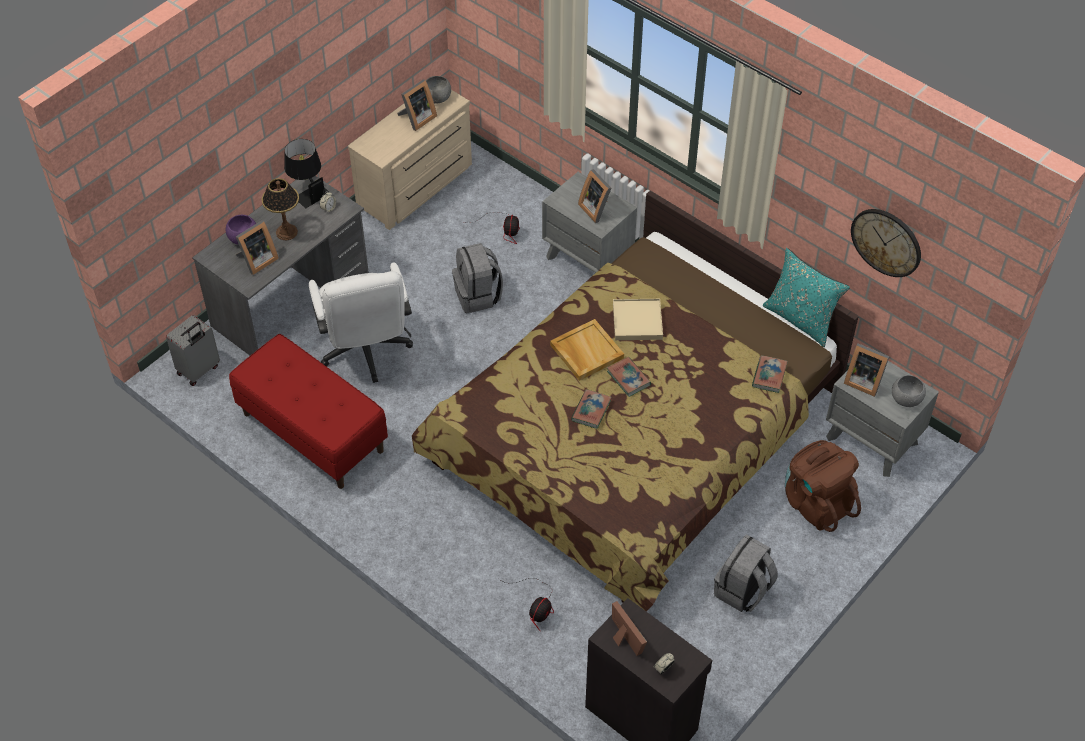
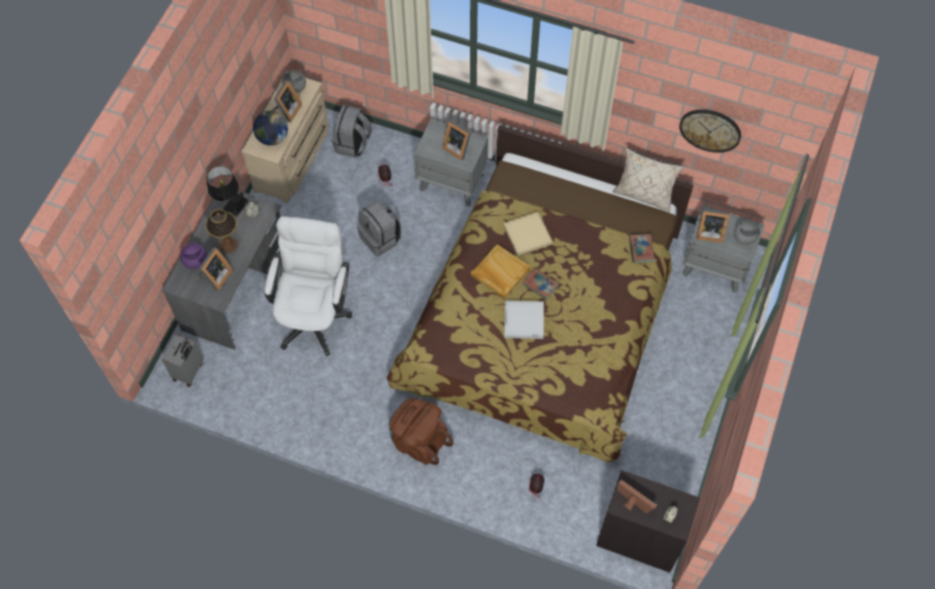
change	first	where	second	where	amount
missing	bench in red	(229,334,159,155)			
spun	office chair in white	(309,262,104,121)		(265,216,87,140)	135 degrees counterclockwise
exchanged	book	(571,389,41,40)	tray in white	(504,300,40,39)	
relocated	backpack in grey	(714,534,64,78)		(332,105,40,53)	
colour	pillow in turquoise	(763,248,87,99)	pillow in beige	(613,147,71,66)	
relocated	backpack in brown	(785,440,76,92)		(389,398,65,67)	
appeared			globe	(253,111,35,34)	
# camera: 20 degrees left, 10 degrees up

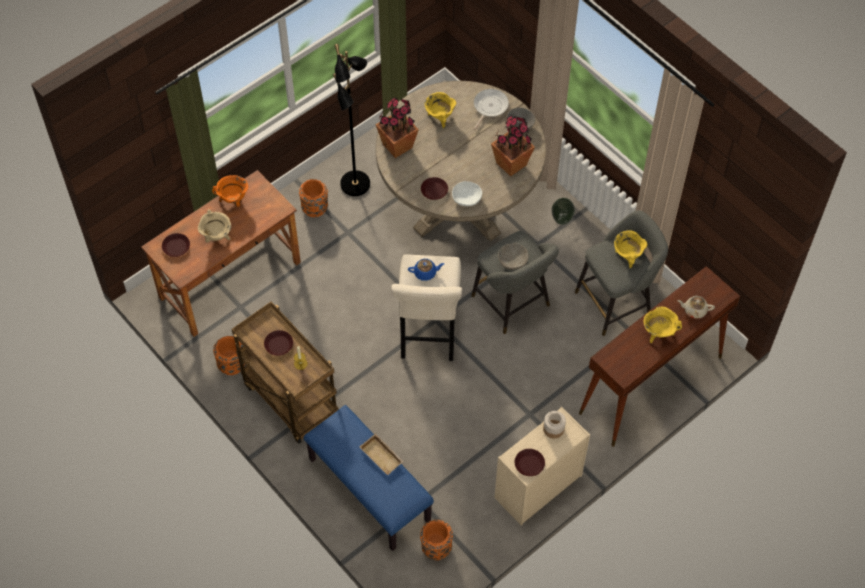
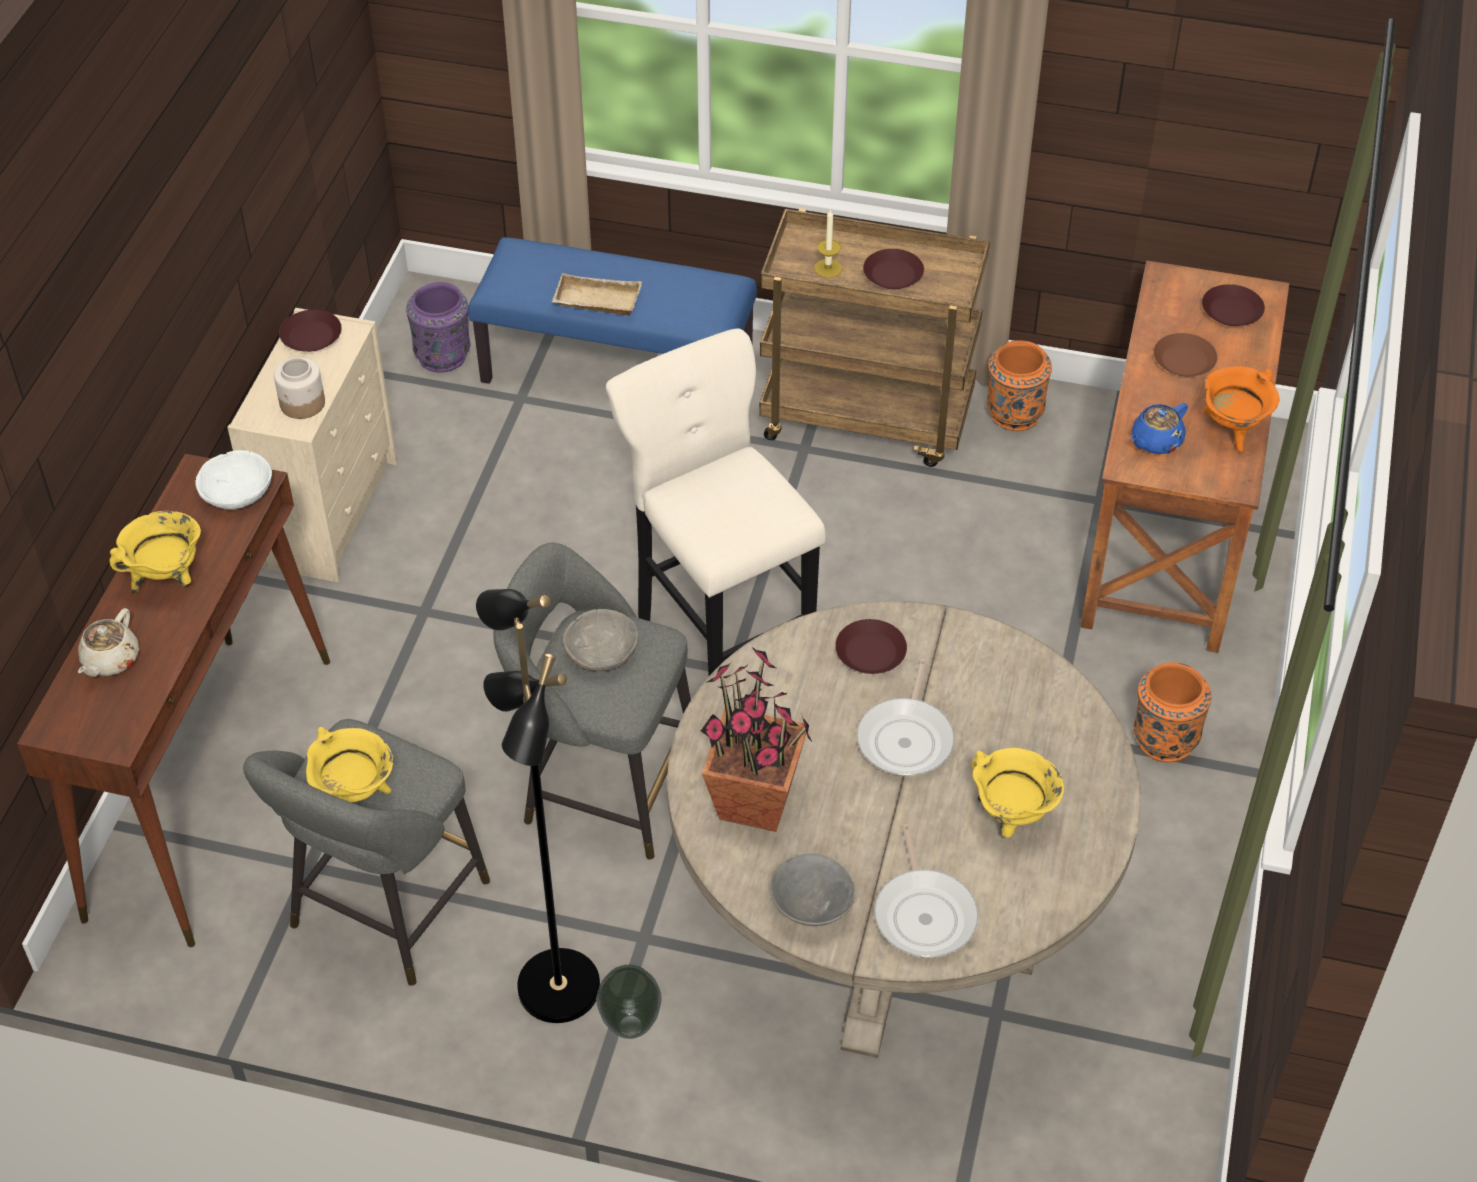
change	first	where	second	where	amount
exchanged	cooking pot in beige	(198,209,33,33)	plate in brown	(1154,333,64,43)	
relocated	floor lamp in black	(333,44,37,152)		(476,589,124,434)	
missing	potted plant	(375,97,44,61)			
relocated	teapot in blue	(408,259,37,22)		(1131,403,57,51)	
colour	vase in orange	(420,520,33,40)	vase in purple	(406,282,65,90)	
relocated	bowl in white	(452,181,30,25)		(195,450,77,60)	
spun	teapot in beige	(677,296,38,23)		(78,608,61,69)	135 degrees clockwise
appeared			frying pan	(857,660,97,116)	
# camera: 145 degrees right, 10 degrees down

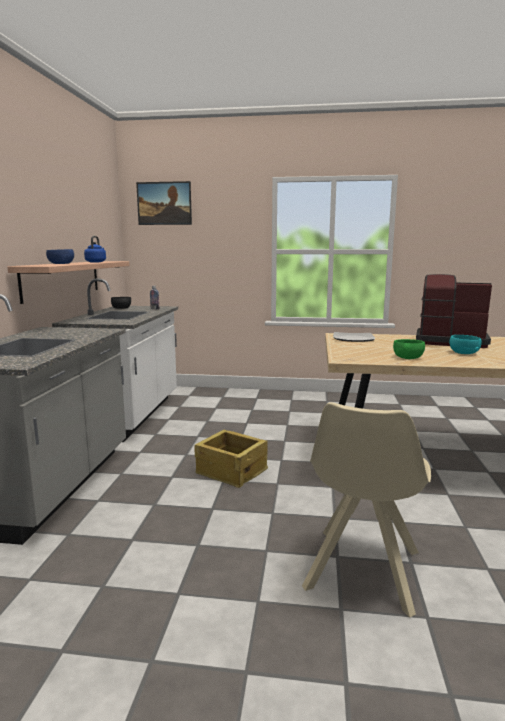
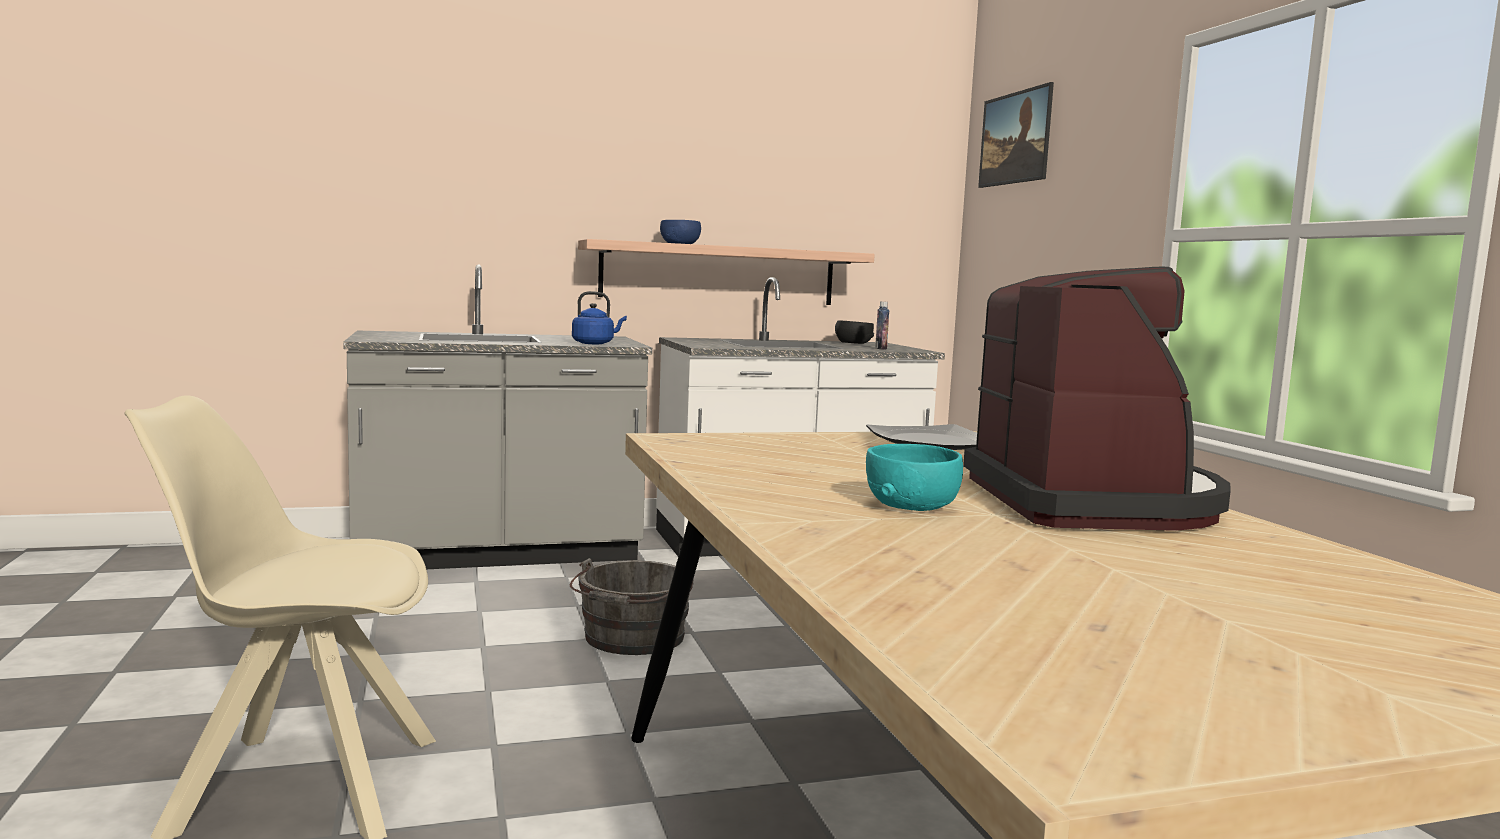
change	first	where	second	where	amount
relocated	kettle in blue	(84,236,22,26)		(572,291,55,53)	
exchanged	crate	(194,430,74,58)	bucket in grey	(570,558,124,97)	
missing	bowl in green	(393,339,32,20)			
# camera: 65 degrees right, 5 degrees down

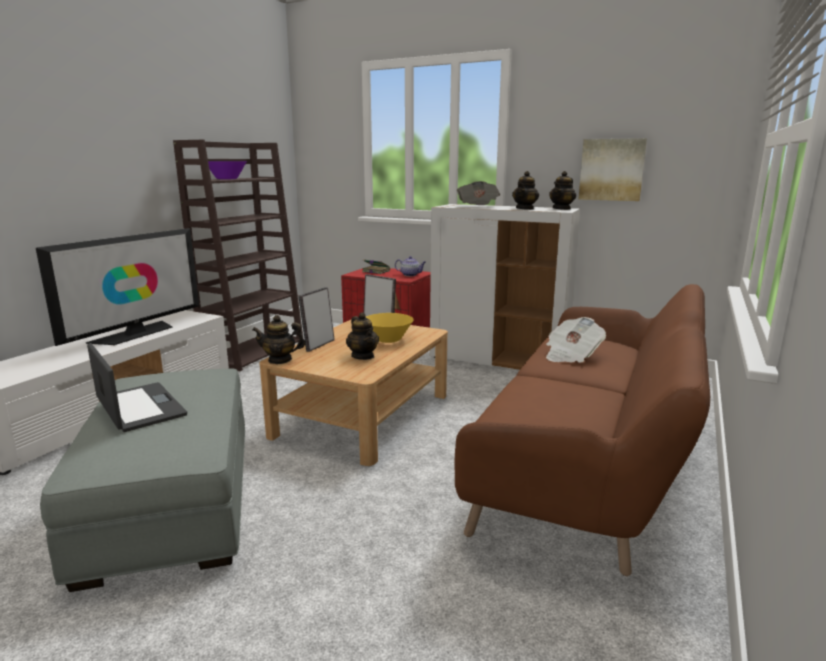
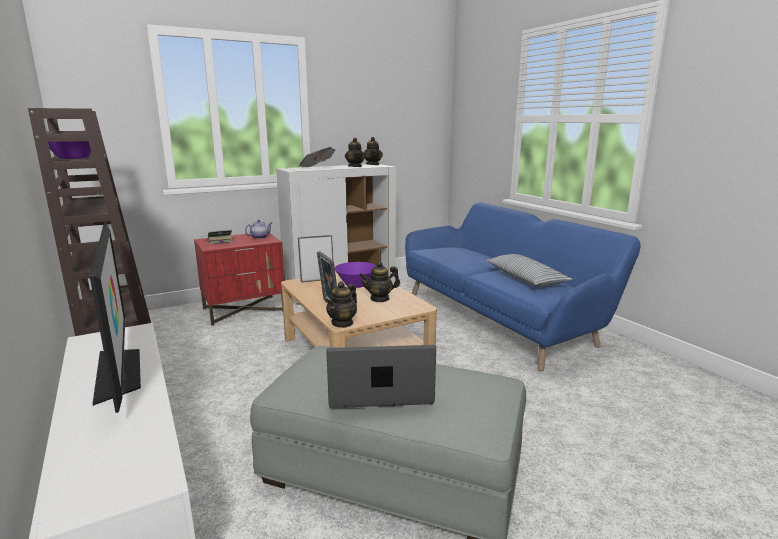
change	first	where	second	where	amount
spun	teapot	(346,312,33,48)		(359,262,41,40)	150 degrees clockwise
colour	bowl in yellow	(365,313,49,30)	bowl in purple	(335,262,41,26)	
colour	sofa in brown	(455,284,255,292)	sofa in blue	(405,202,236,169)	
missing	newspaper	(546,317,60,46)			
missing	picture	(579,138,68,63)			
appeared			pillow	(486,254,86,33)	
# camera: 55 degrees left, 0 degrees up

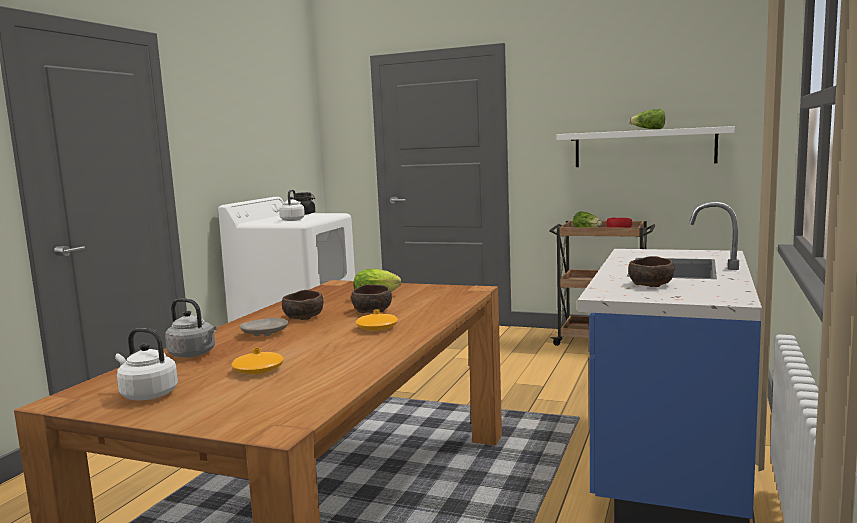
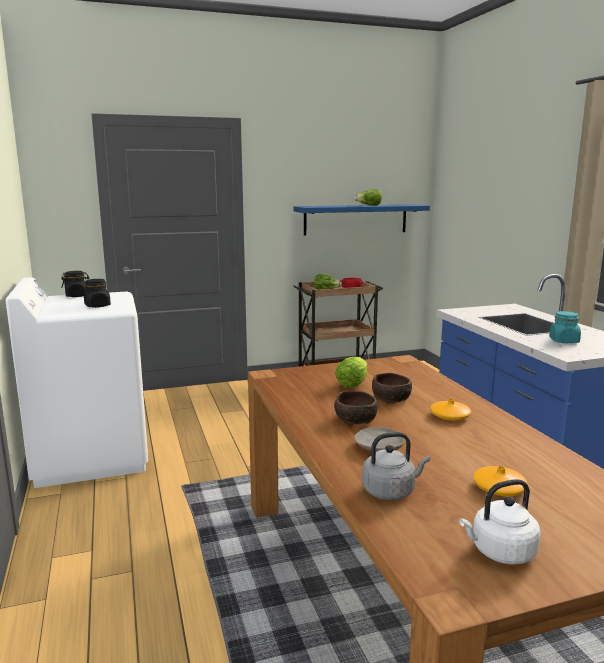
change	first	where	second	where	amount
exchanged	kettle in white	(279,190,26,31)	jar in black	(84,279,27,29)	
colour	shelf in white	(556,126,179,41)	shelf in blue	(294,204,136,31)	
exchanged	bowl in brown	(628,256,47,31)	jar in turquoise	(549,311,32,32)	
# camera: 40 degrees left, 5 degrees up

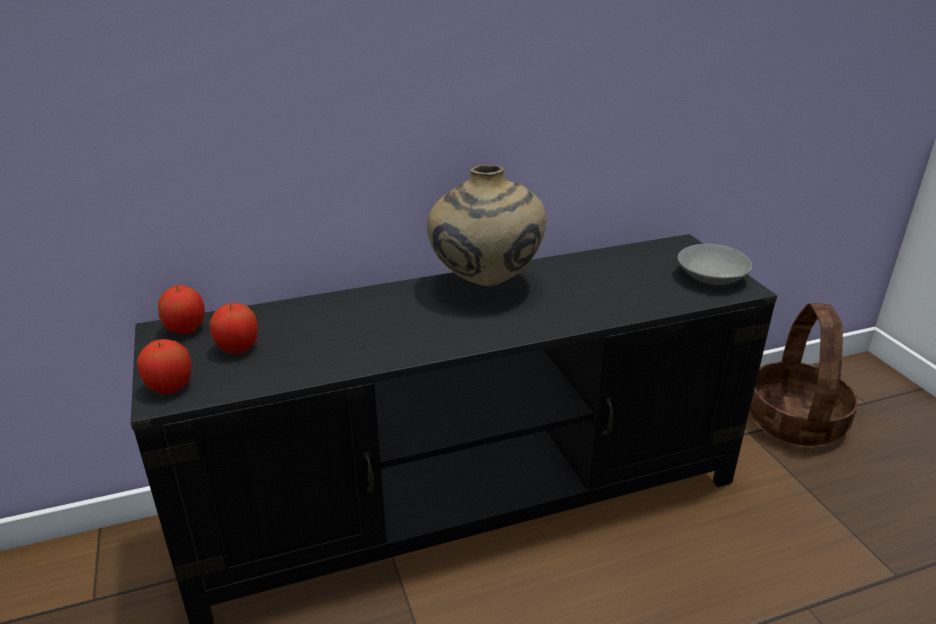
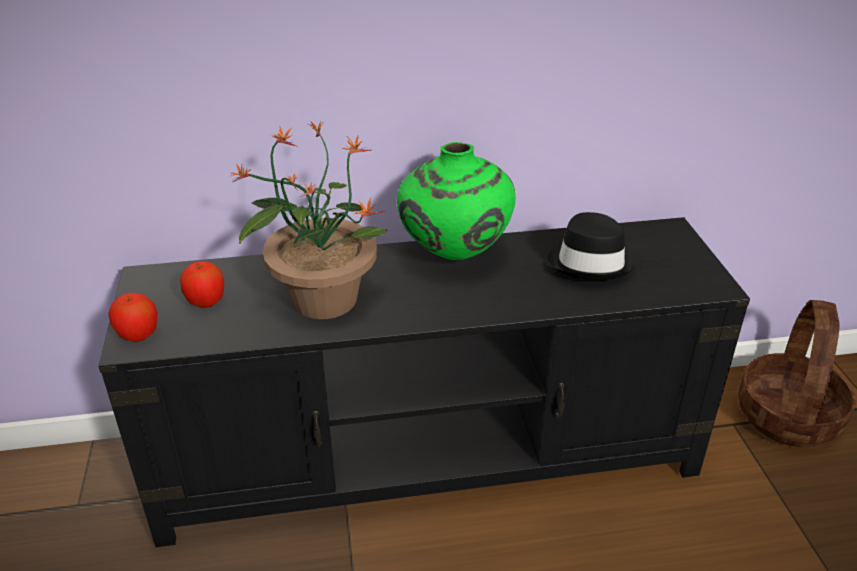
change	first	where	second	where	amount
missing	apple	(158,285,47,49)			
colour	vase in beige	(427,165,120,122)	vase in green	(397,142,118,118)	
missing	bowl in grey	(677,244,75,41)			
appeared			potted plant	(231,122,156,197)	
appeared			hat in black	(547,212,87,68)	
# camera: 10 degrees right, 5 degrees up

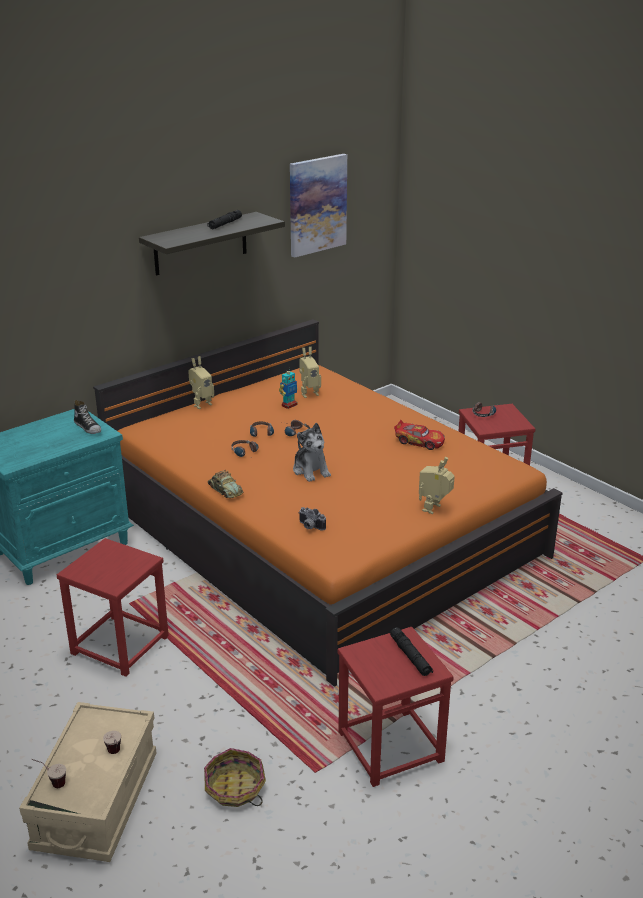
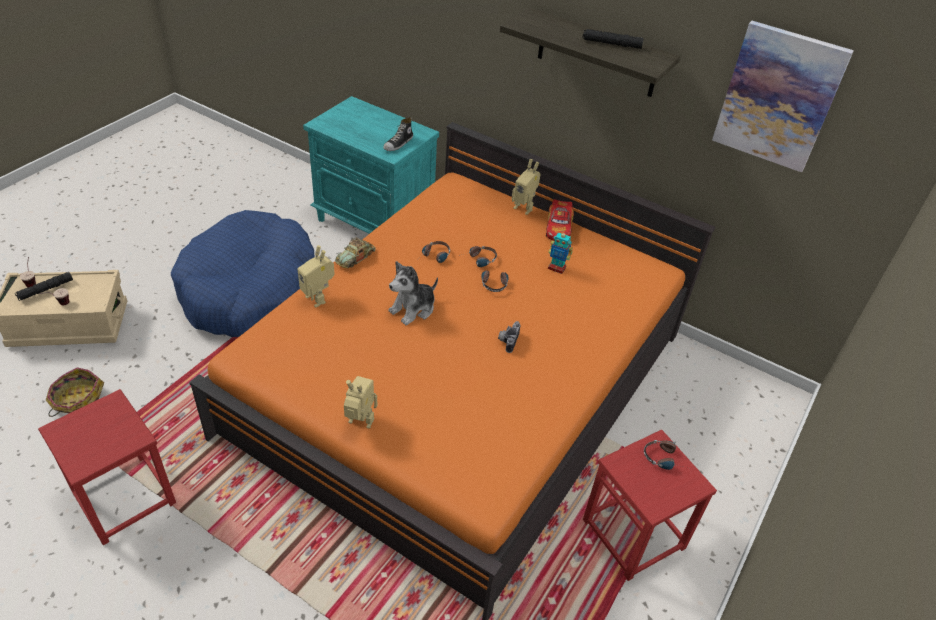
change	first	where	second	where	amount
exchanged	stool in red	(57,538,112,139)	dog bed in blue	(171,210,143,127)	
relocated	toy robot	(299,347,22,51)		(298,245,37,62)	
relocated	photo camera	(299,507,27,24)		(498,321,23,32)	
relocated	flashlight in black	(390,627,43,49)		(15,272,58,29)	
relocated	toy car	(394,420,51,30)		(546,199,28,42)	
# camera: 70 degrees right, 15 degrees up

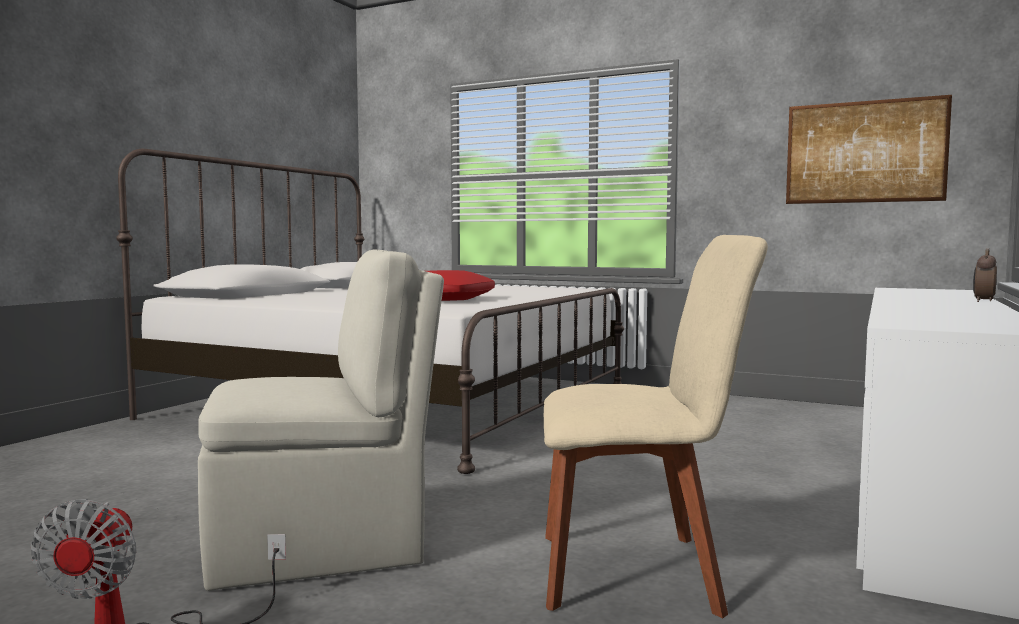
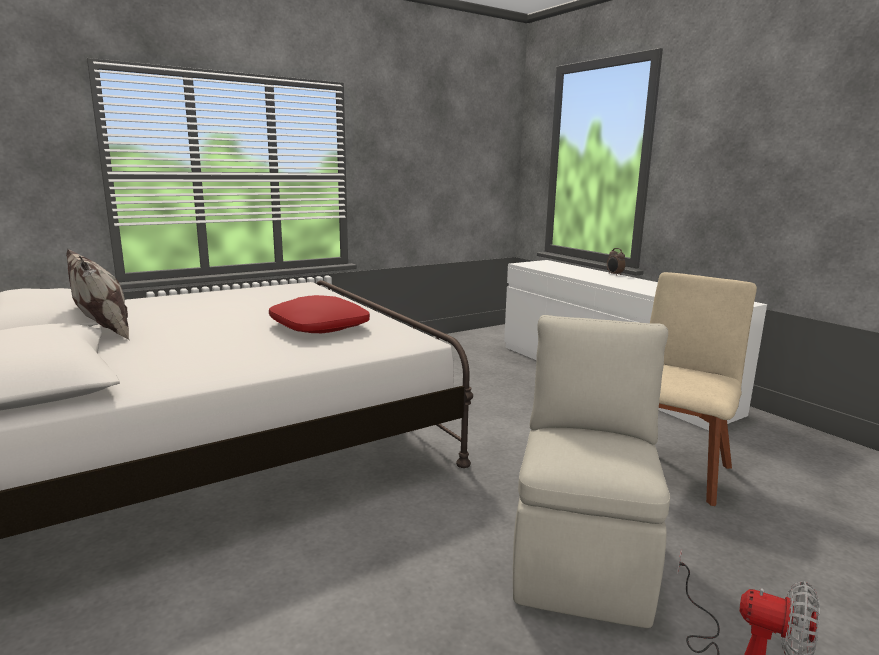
change	first	where	second	where	amount
missing	picture	(786,95,166,109)			
appeared			pillow	(66,249,63,91)	
# camera: 60 degrees left, 10 degrees up

